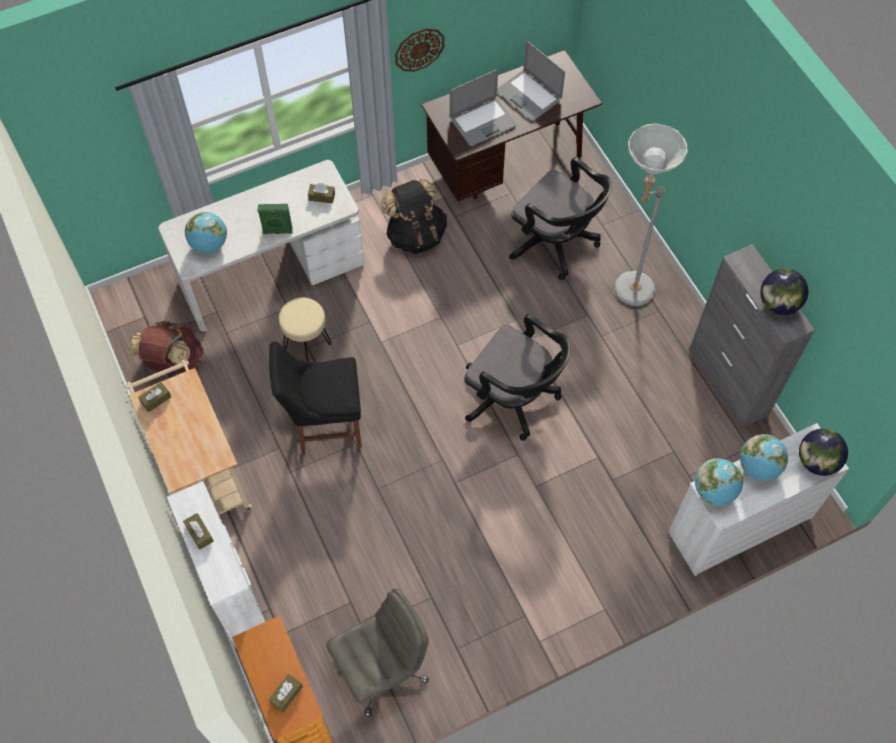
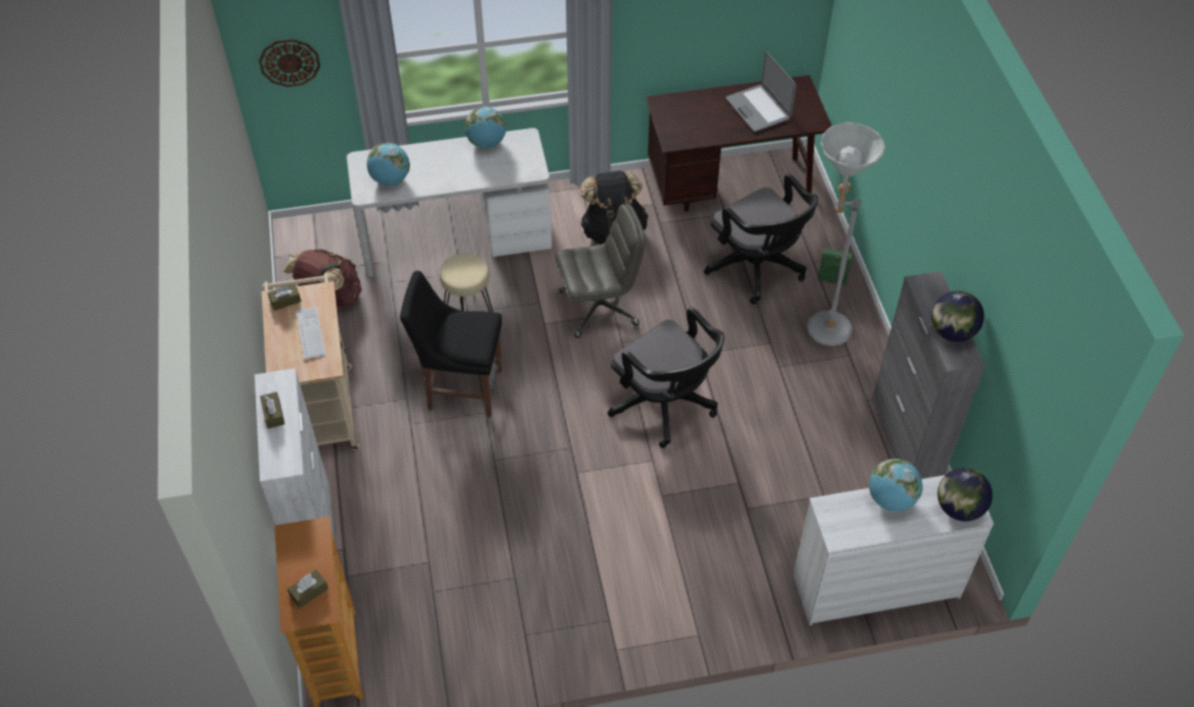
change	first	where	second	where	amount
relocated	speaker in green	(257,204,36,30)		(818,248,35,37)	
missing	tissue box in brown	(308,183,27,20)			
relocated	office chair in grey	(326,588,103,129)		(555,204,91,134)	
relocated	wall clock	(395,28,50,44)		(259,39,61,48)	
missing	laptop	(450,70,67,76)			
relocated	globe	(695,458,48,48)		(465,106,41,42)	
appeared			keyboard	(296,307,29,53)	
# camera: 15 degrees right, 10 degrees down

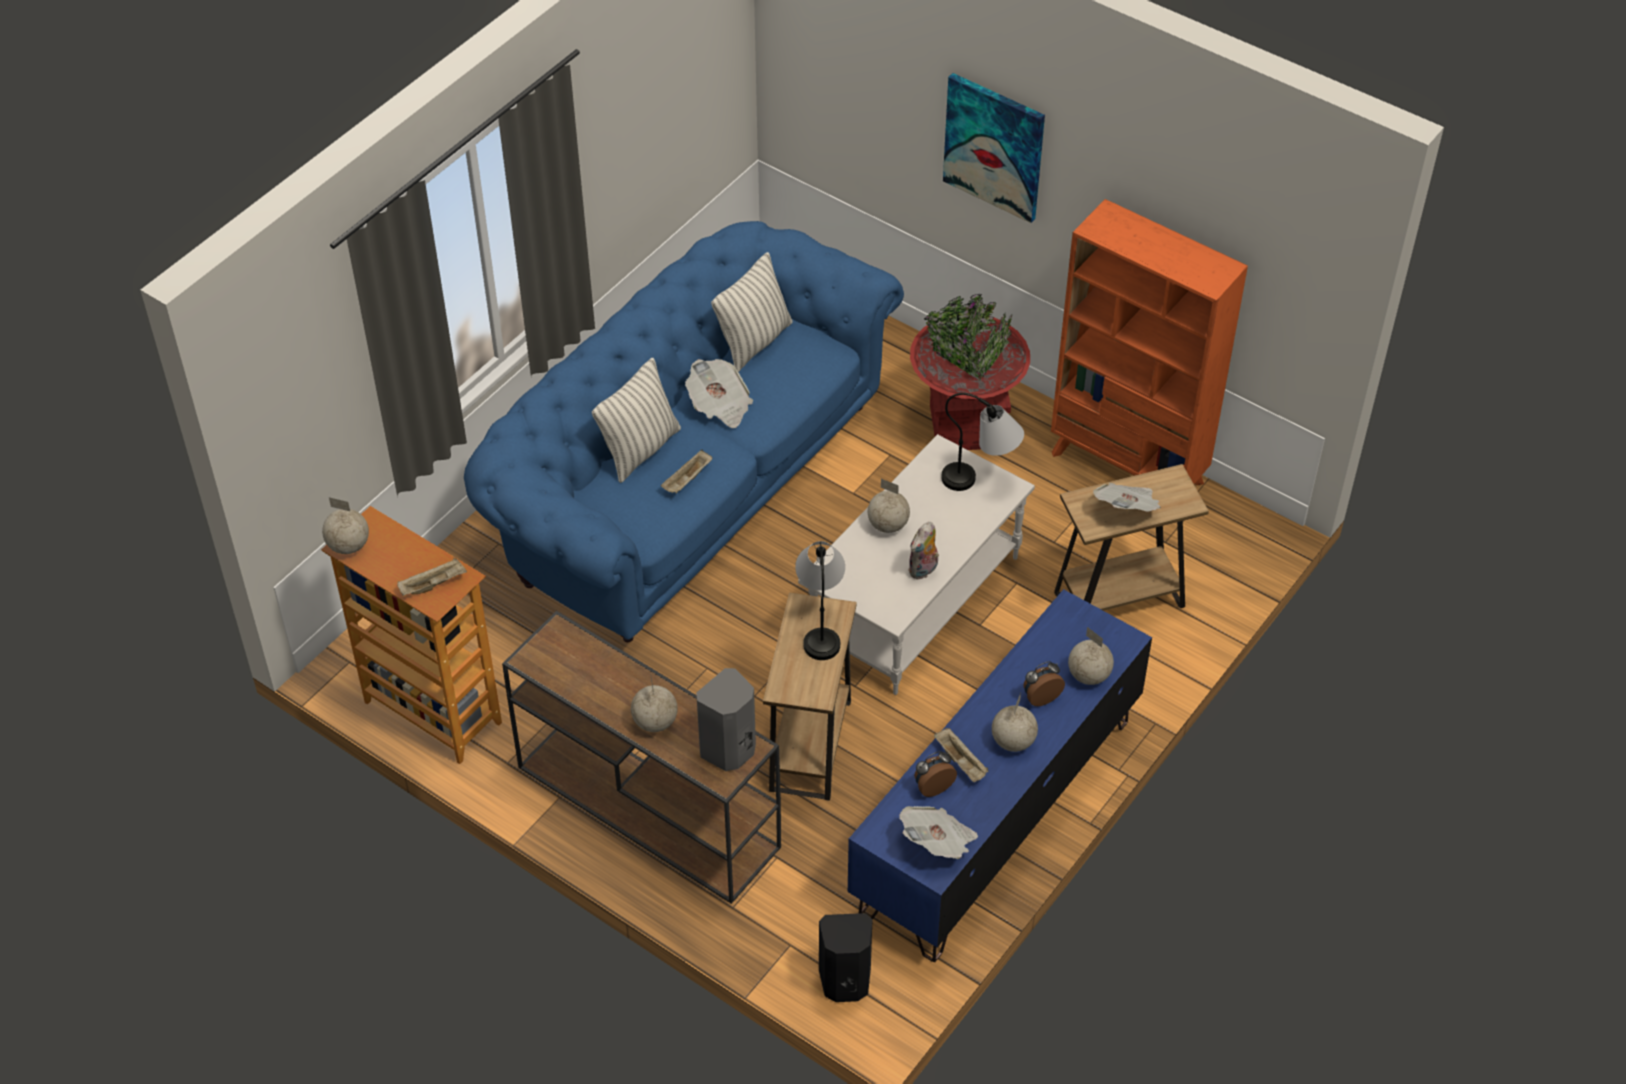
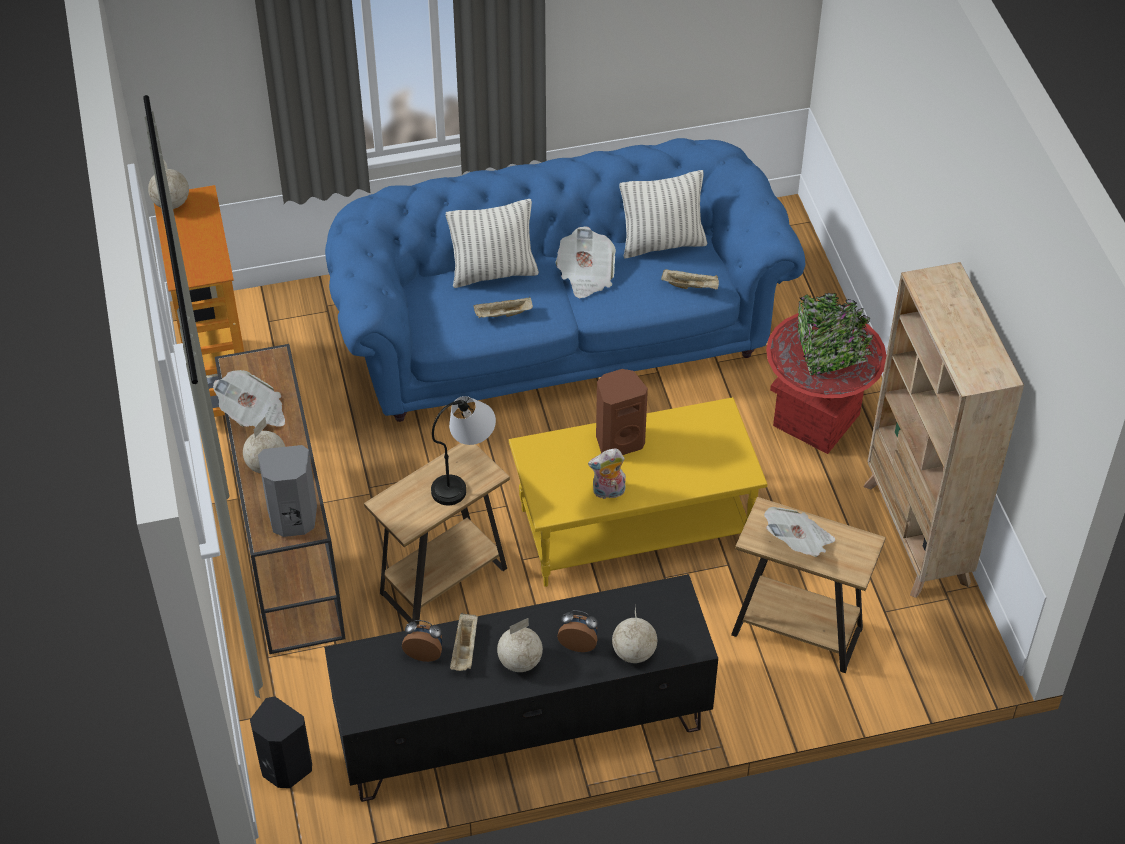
change	first	where	second	where	amount
relocated	tray in beige	(397,558,70,38)		(661,269,58,21)	
colour	coffee table in white	(798,434,237,261)	coffee table in yellow	(509,397,259,190)	
colour	tv stand in blue	(848,589,304,373)	tv stand in black	(324,574,394,228)	
exchanged	globe	(868,479,42,54)	speaker in brown	(596,369,52,86)	
relocated	newspaper	(899,806,79,53)		(213,370,72,57)	
missing	table lamp	(941,393,83,98)			
missing	picture	(943,73,102,150)			
colour	bookcase in orange	(1051,199,197,286)	bookcase in beige	(863,262,161,336)	
# camera: 40 degrees right, 0 degrees up

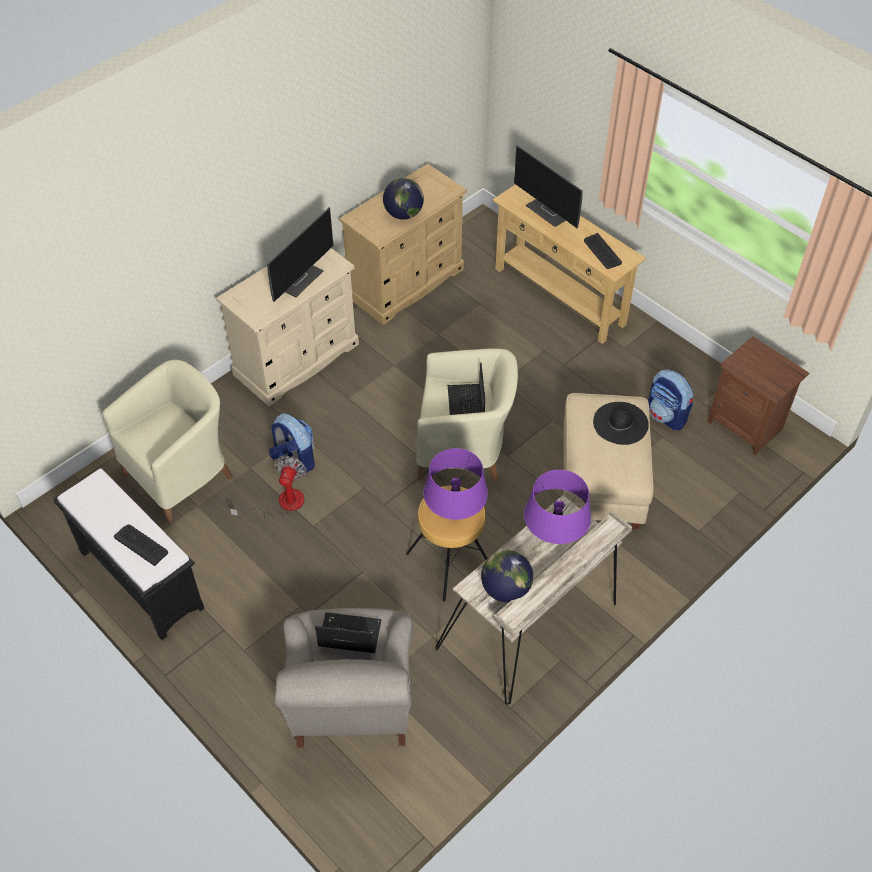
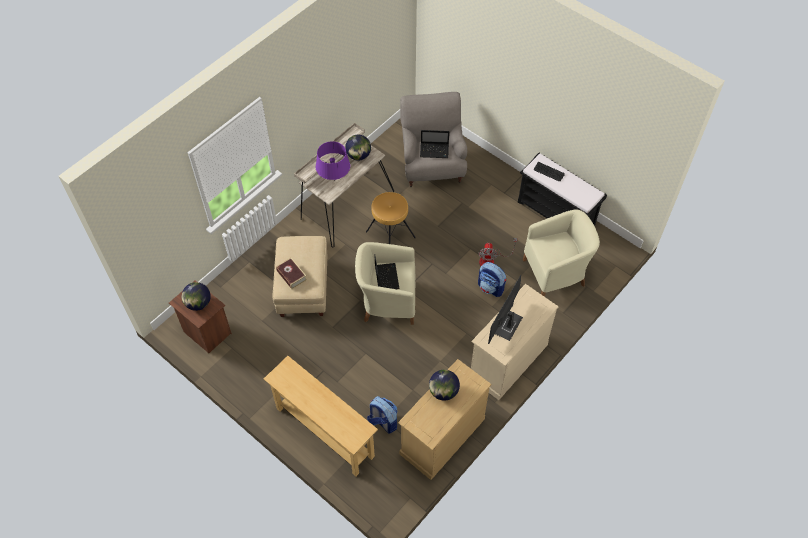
change	first	where	second	where	amount
spun	armchair in beige	(102,360,131,164)		(523,209,77,88)	150 degrees counterclockwise
missing	table lamp in purple	(424,448,64,72)			
missing	monitor	(514,145,69,83)			
missing	keyboard	(584,233,38,36)			
exchanged	hat in black	(593,402,56,43)	book	(276,258,31,31)	
relocated	backpack	(648,369,46,61)		(367,396,30,38)	
appeared			globe	(182,282,29,29)	
# camera: 175 degrees right, 5 degrees up

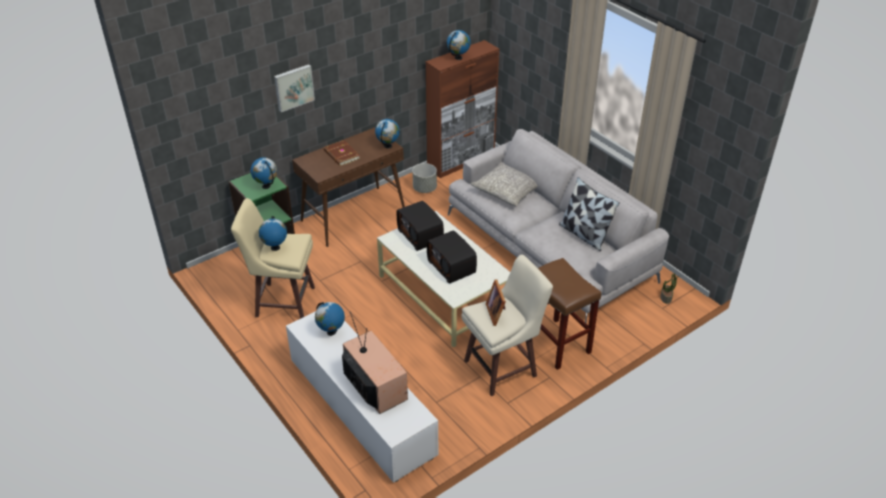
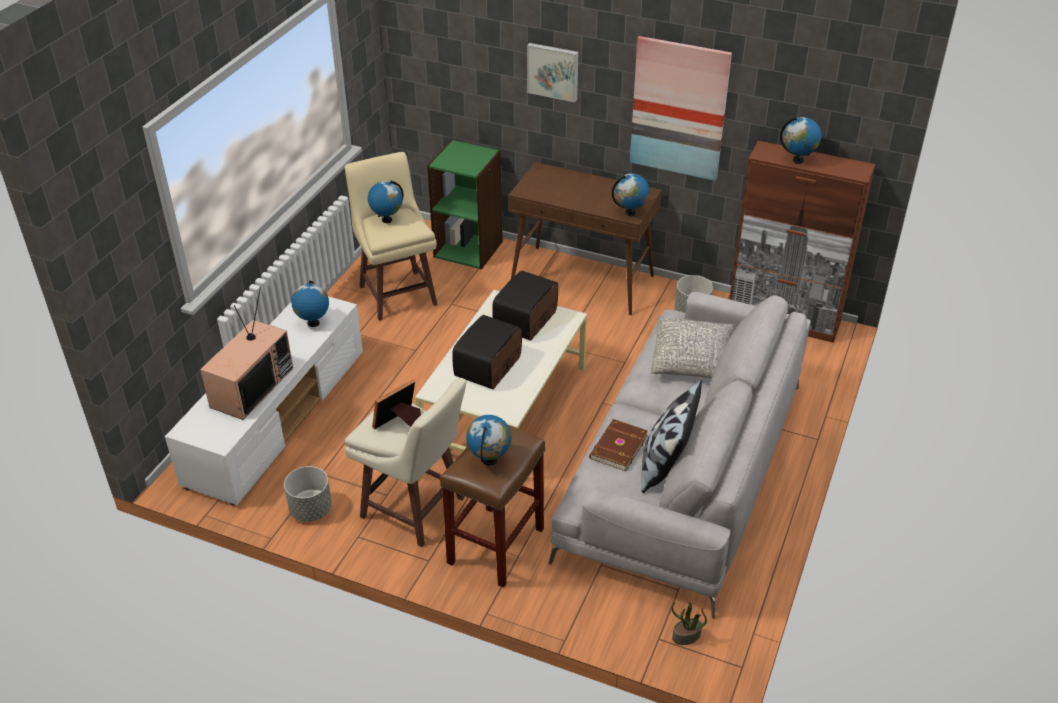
change	first	where	second	where	amount
relocated	globe	(251,157,26,32)		(466,415,45,51)	
relocated	book in brown	(324,140,36,26)		(589,419,59,53)	
appeared			planter in grey	(284,466,48,56)	
appeared			picture	(630,36,102,145)	
# camera: 60 degrees right, 0 degrees up

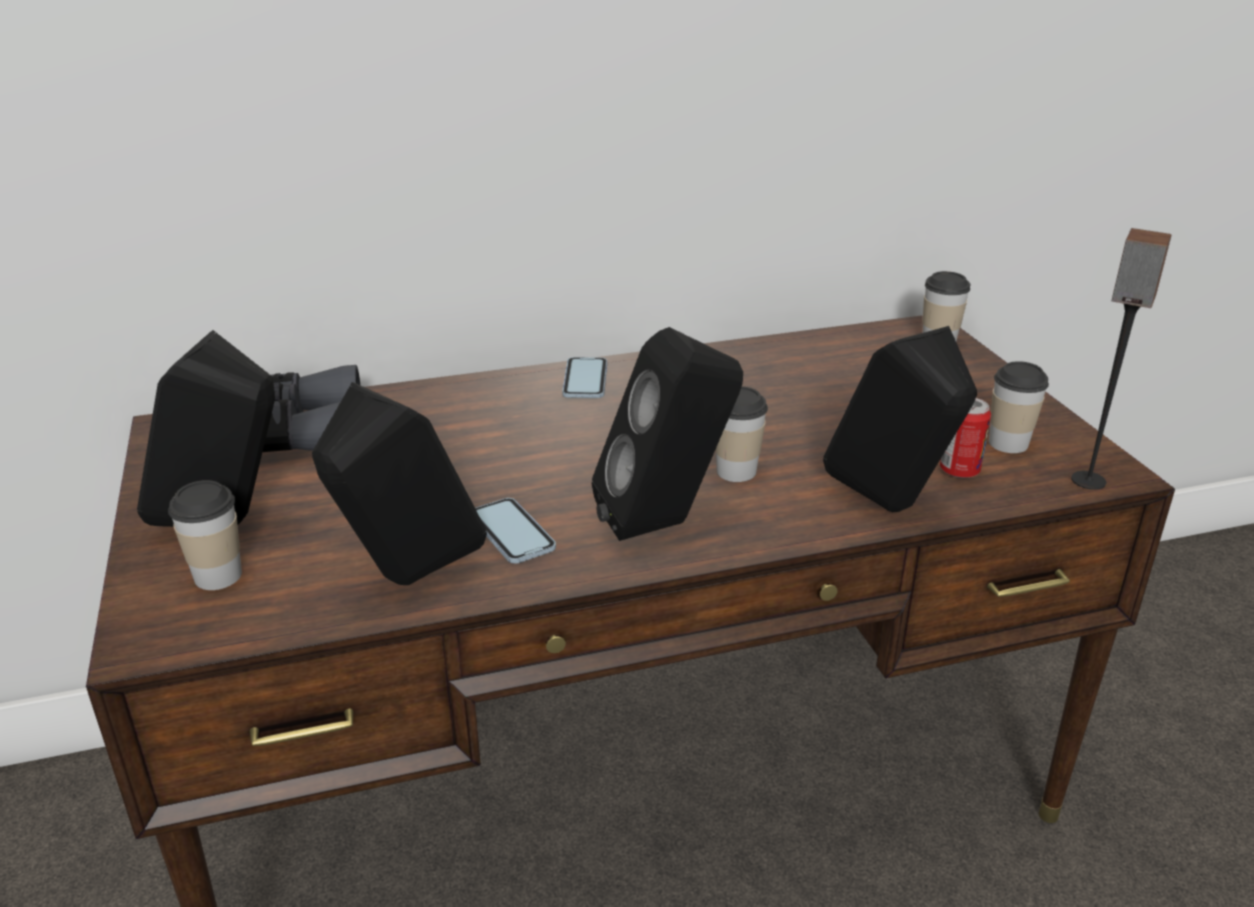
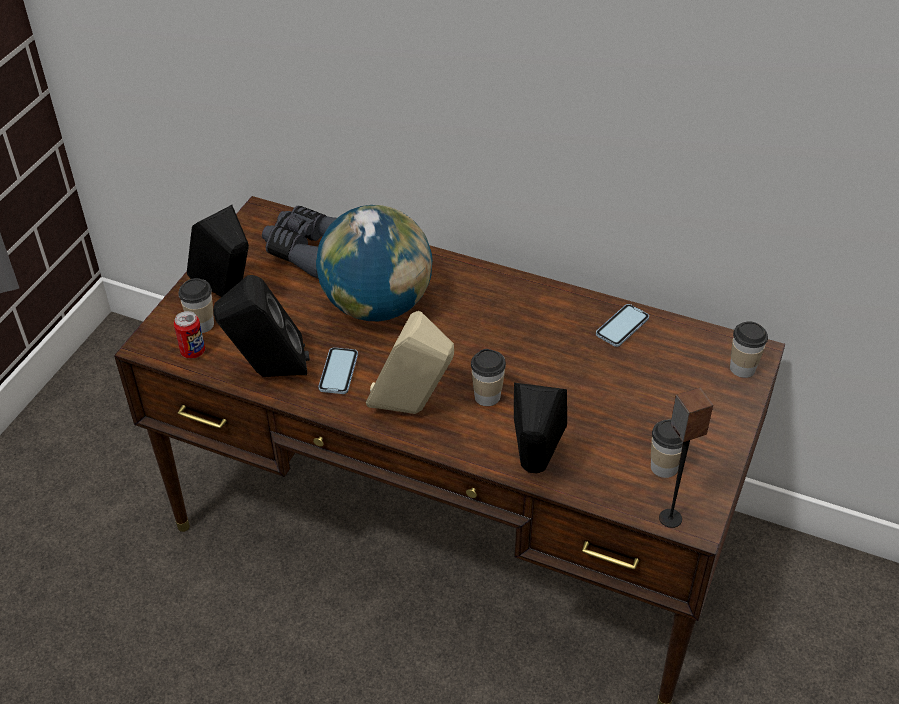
change	first	where	second	where	amount
relocated	phone	(562,357,45,41)		(596,304,53,43)	
colour	speaker in black	(592,327,151,214)	speaker in beige	(366,311,88,103)	
relocated	can	(940,398,51,80)		(174,311,31,48)	
appeared			globe	(316,205,116,116)	
# camera: 40 degrees right, 15 degrees up

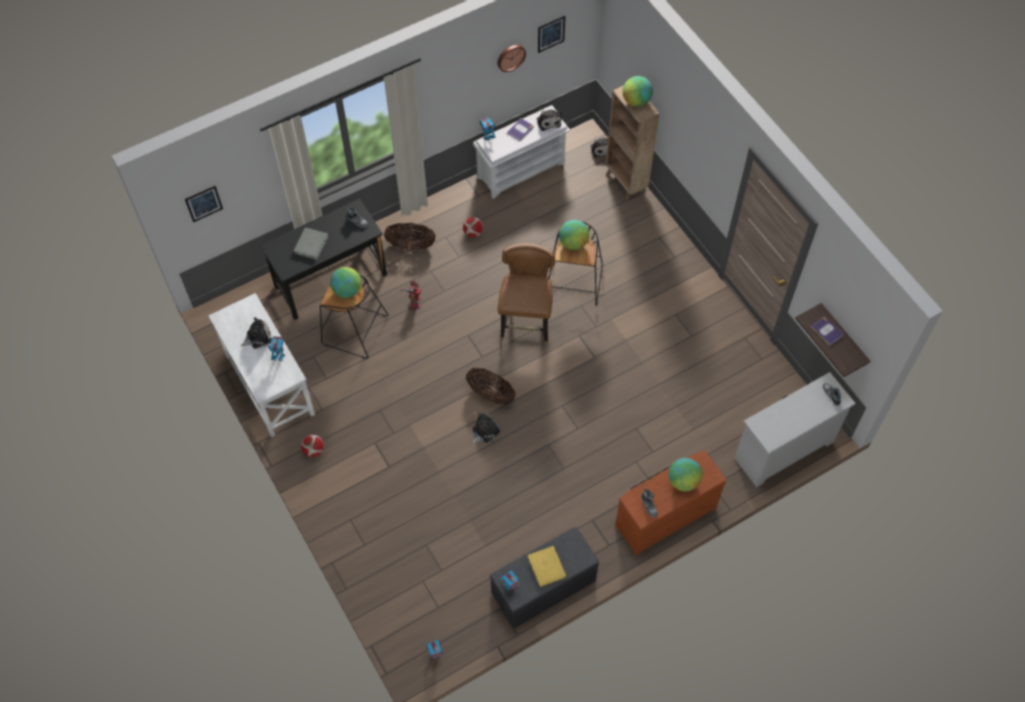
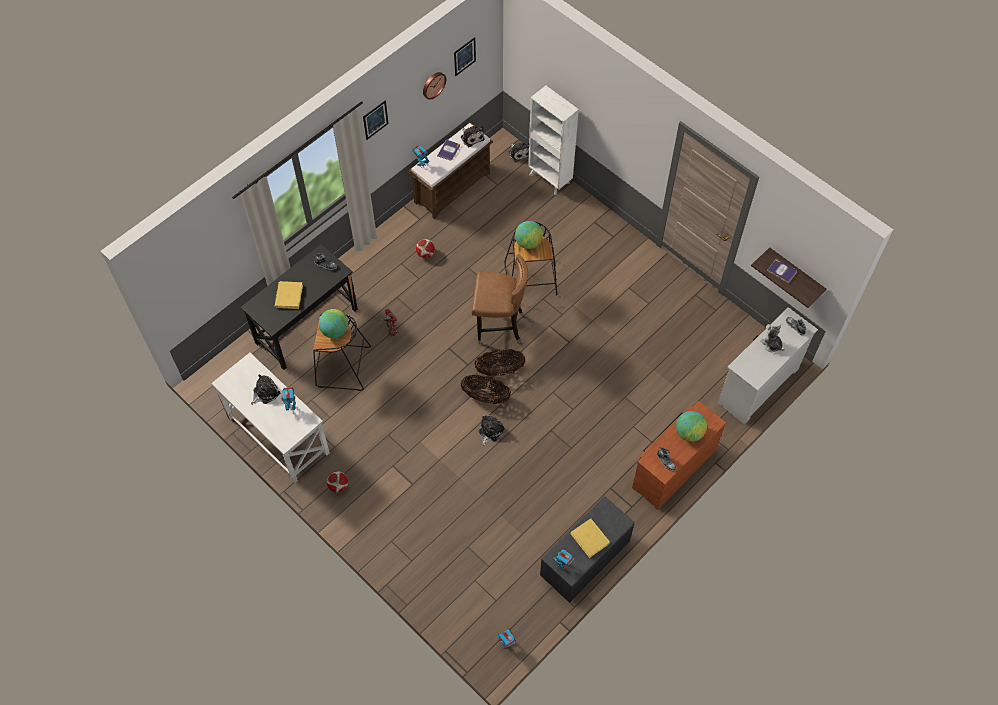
change	first	where	second	where	amount
relocated	picture	(185,186,38,37)		(363,100,26,40)	
colour	book in grey	(293,228,35,32)	book in yellow	(274,281,29,28)	
relocated	basket	(384,223,52,27)		(474,349,52,27)	
colour	bench in white	(473,105,97,94)	bench in brown	(408,122,85,97)	
spun	chair in brown	(498,243,57,102)		(471,254,57,90)	105 degrees clockwise
colour	bookcase in brown	(606,85,54,116)	bookcase in white	(528,86,51,109)	
missing	globe	(623,76,30,31)			
appeared			plush toy	(760,324,25,28)	
# camera: 15 degrees left, 0 degrees up

